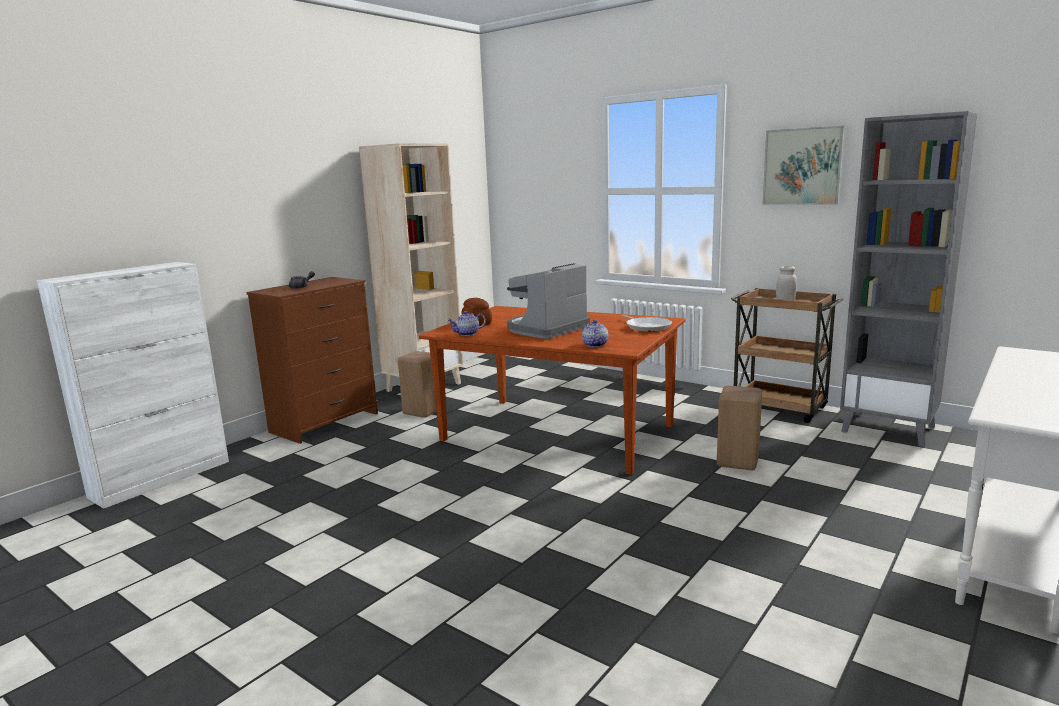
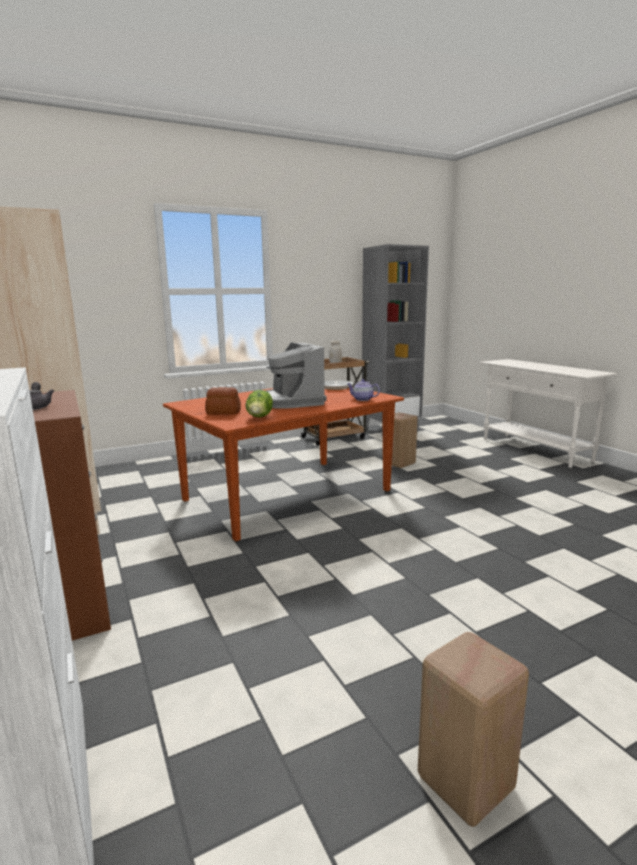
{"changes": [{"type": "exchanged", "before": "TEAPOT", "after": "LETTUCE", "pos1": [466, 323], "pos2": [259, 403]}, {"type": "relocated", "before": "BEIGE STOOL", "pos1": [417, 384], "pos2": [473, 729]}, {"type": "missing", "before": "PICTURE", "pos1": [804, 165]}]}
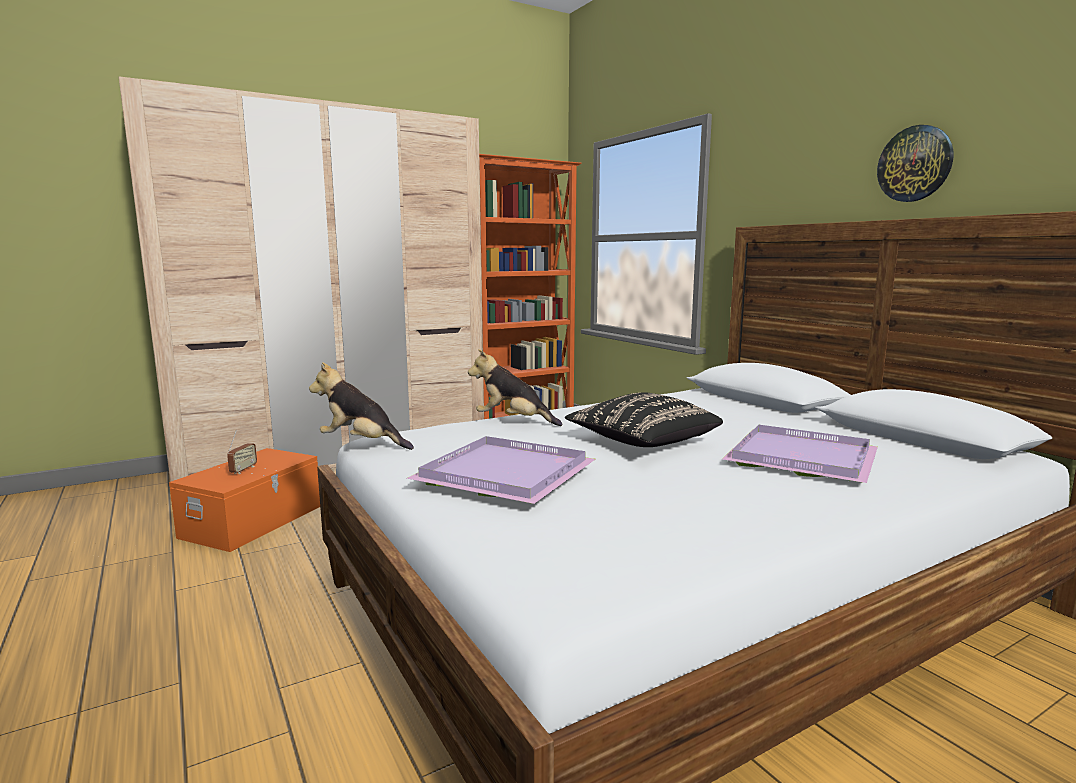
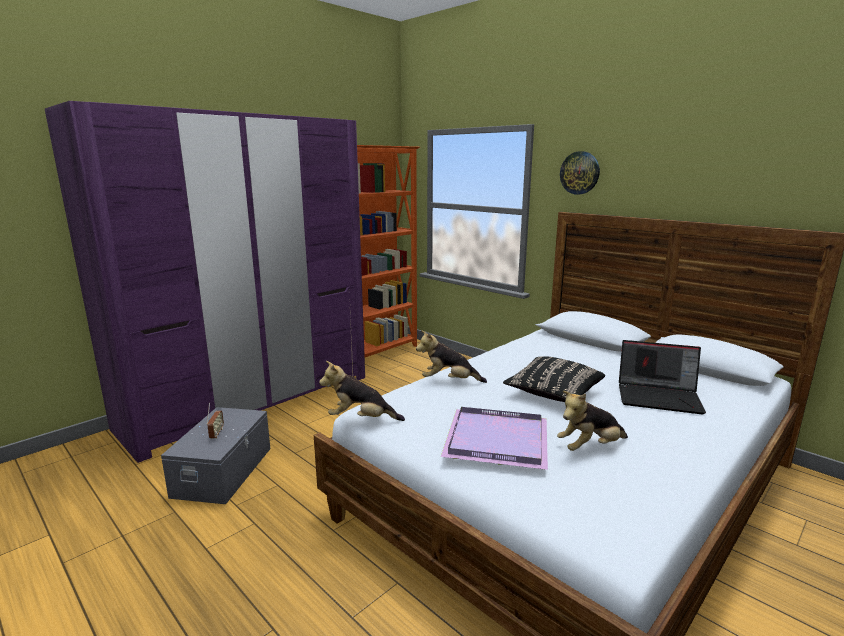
{"changes": [{"type": "colour", "before": "BEIGE WARDROBE", "after": "PURPLE WARDROBE", "pos1": [301, 279], "pos2": [205, 282]}, {"type": "colour", "before": "ORANGE STORAGE BOX", "after": "GREY STORAGE BOX", "pos1": [244, 500], "pos2": [215, 455]}, {"type": "appeared", "after": "PLUSH TOY", "pos2": [592, 421]}, {"type": "relocated", "before": "WALL CLOCK", "pos1": [915, 163], "pos2": [580, 173]}, {"type": "exchanged", "before": "PURPLE TRAY", "after": "LAPTOP", "pos1": [800, 454], "pos2": [662, 377]}]}
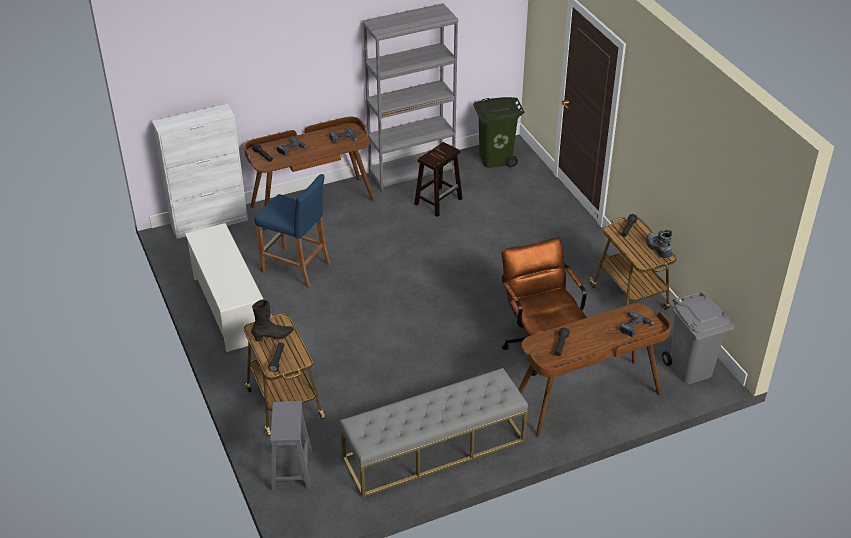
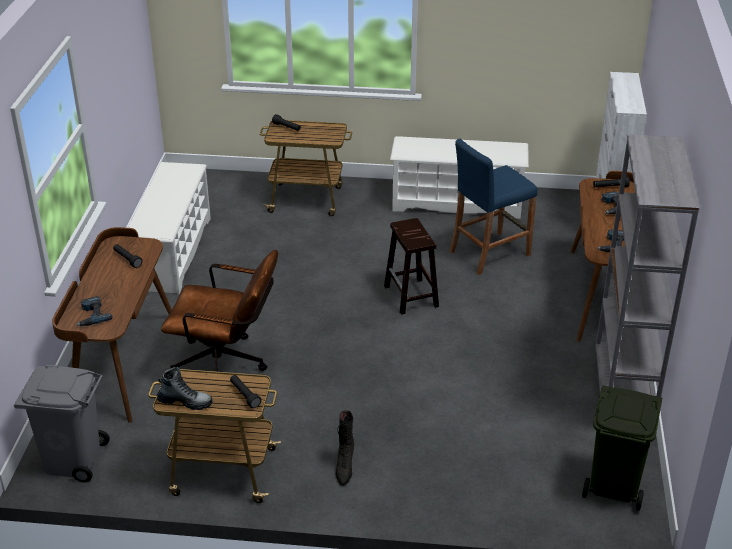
{"changes": [{"type": "exchanged", "before": "GREY BENCH", "after": "WHITE SHOE RACK", "pos1": [434, 433], "pos2": [169, 228]}, {"type": "relocated", "before": "BLACK BOOT", "pos1": [272, 320], "pos2": [345, 448]}, {"type": "relocated", "before": "BROWN STOOL", "pos1": [438, 179], "pos2": [411, 266]}, {"type": "missing", "before": "GREY STOOL", "pos1": [291, 446]}]}
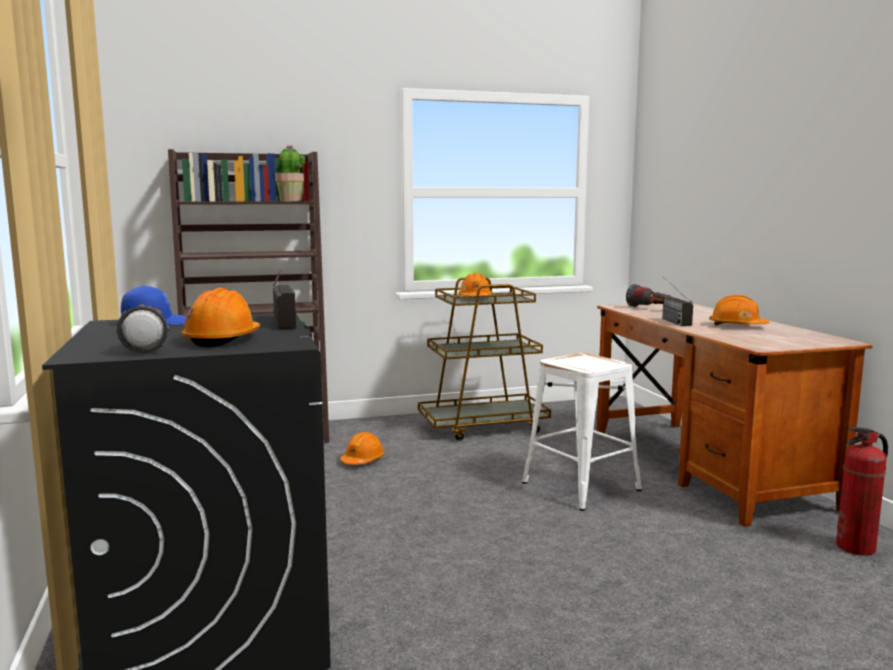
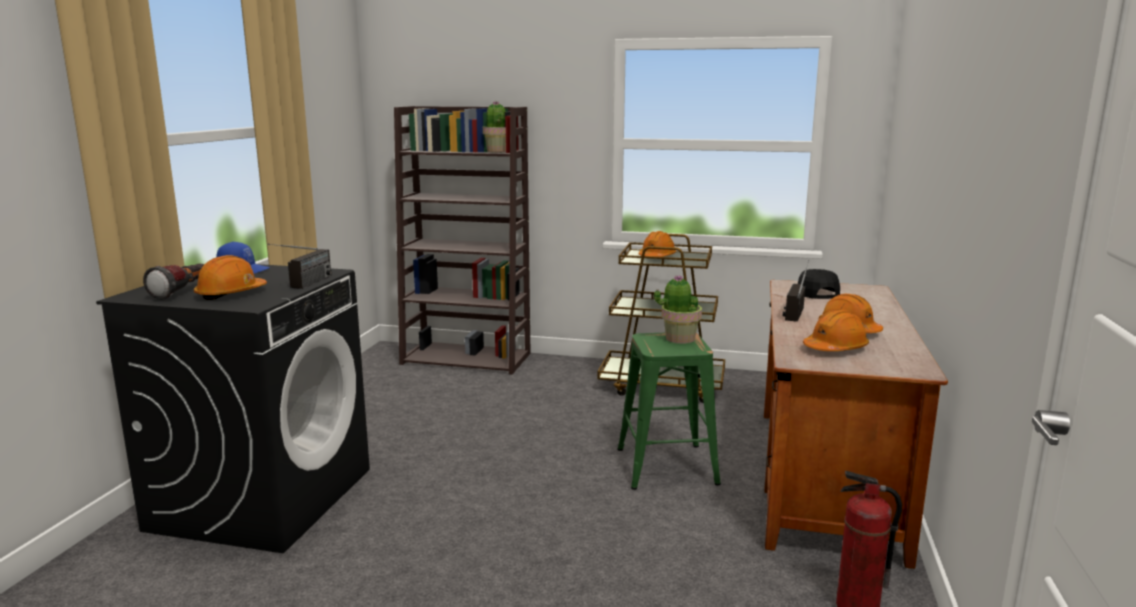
{"changes": [{"type": "colour", "before": "WHITE STOOL", "after": "GREEN STOOL", "pos1": [582, 432], "pos2": [669, 411]}, {"type": "appeared", "after": "POTTED PLANT", "pos2": [678, 309]}, {"type": "exchanged", "before": "FLASHLIGHT", "after": "BLACK CAP", "pos1": [649, 295], "pos2": [818, 284]}, {"type": "relocated", "before": "ORANGE HARD HAT", "pos1": [362, 448], "pos2": [836, 330]}]}
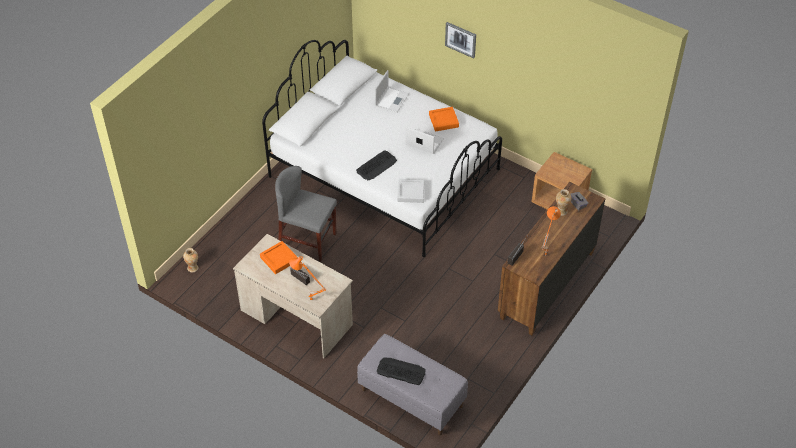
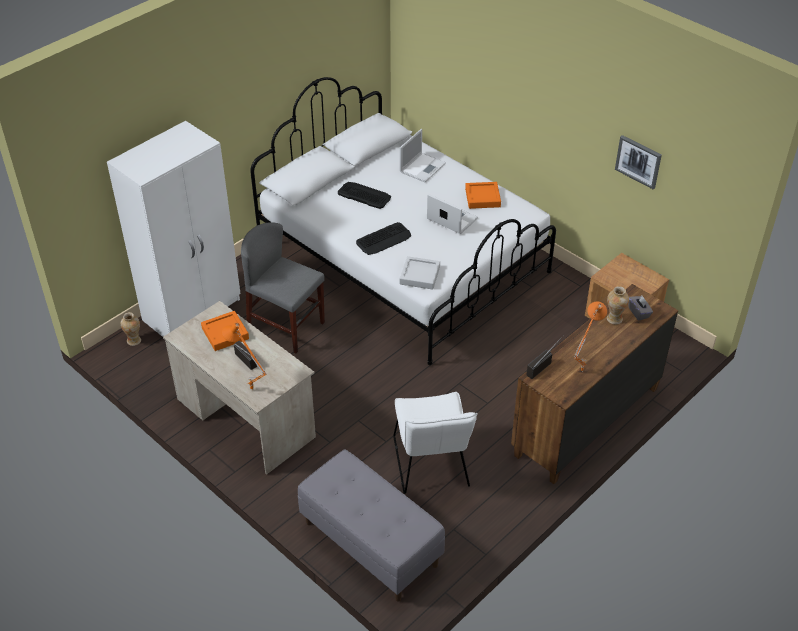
{"changes": [{"type": "appeared", "after": "WHITE WARDROBE", "pos2": [174, 229]}, {"type": "relocated", "before": "KEYBOARD", "pos1": [401, 371], "pos2": [364, 195]}, {"type": "appeared", "after": "WHITE CHAIR", "pos2": [435, 443]}, {"type": "relocated", "before": "PICTURE", "pos1": [460, 40], "pos2": [638, 162]}]}
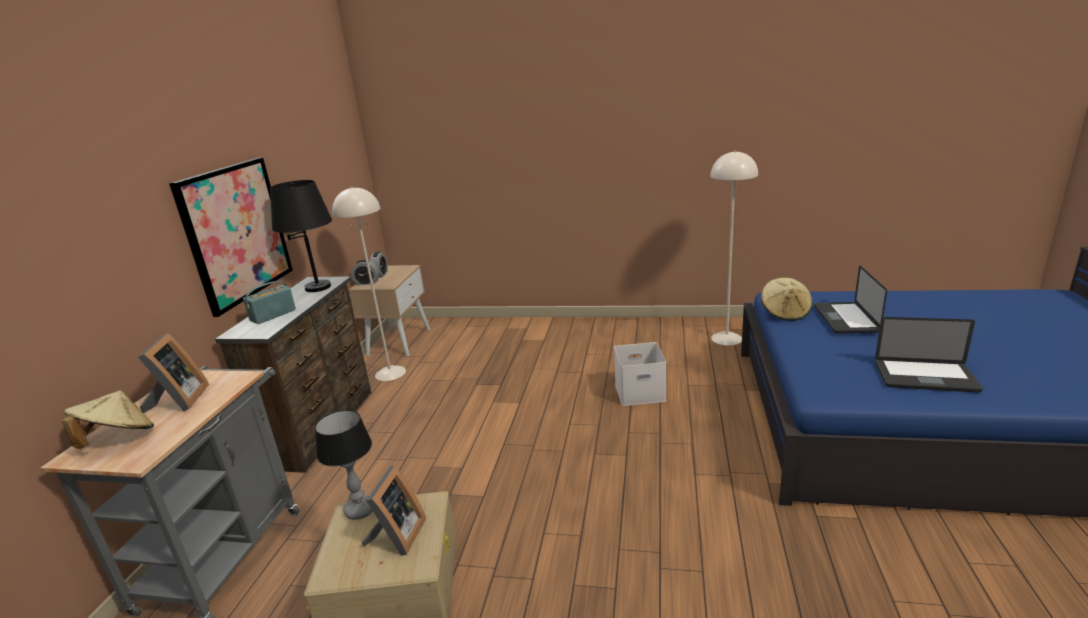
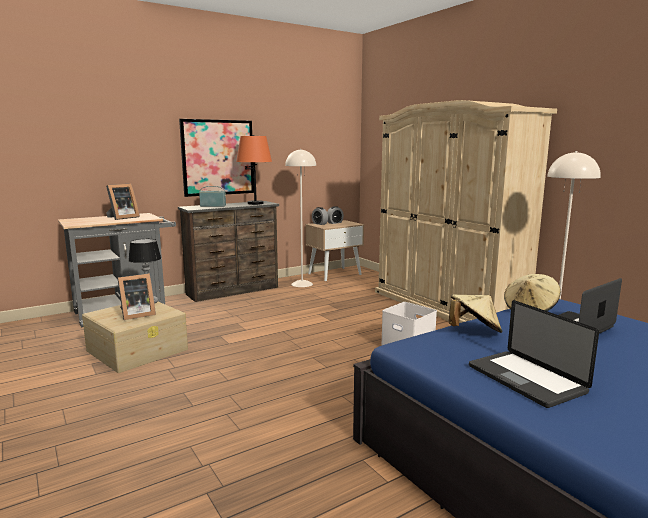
{"changes": [{"type": "colour", "before": "BLACK TABLE LAMP", "after": "ORANGE TABLE LAMP", "pos1": [301, 236], "pos2": [254, 170]}, {"type": "appeared", "after": "BEIGE WARDROBE", "pos2": [466, 211]}, {"type": "relocated", "before": "BEIGE HAT", "pos1": [108, 419], "pos2": [476, 314]}]}
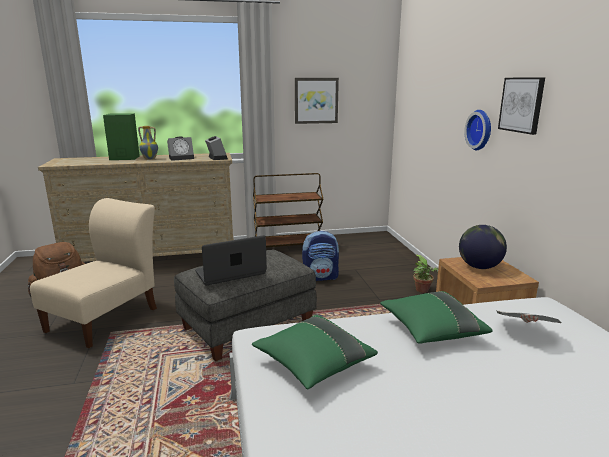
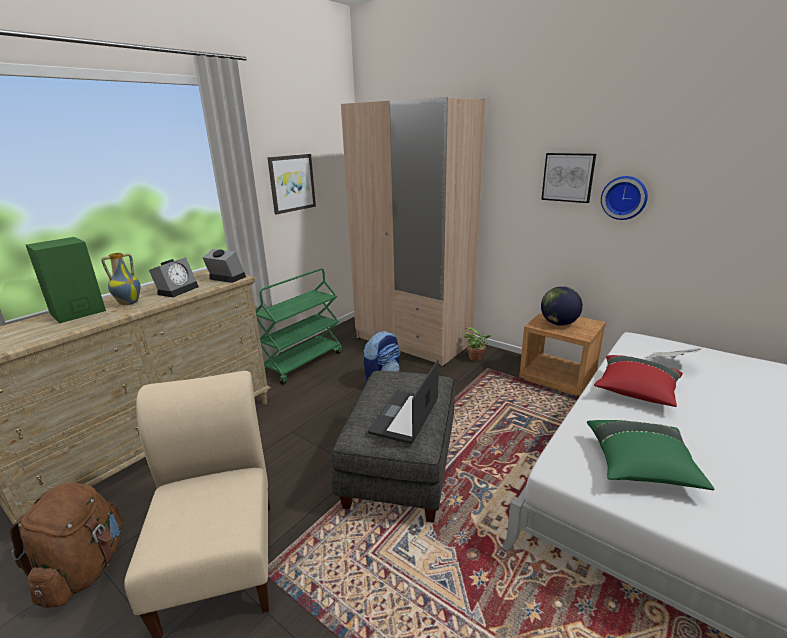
{"changes": [{"type": "colour", "before": "BROWN CART", "after": "GREEN CART", "pos1": [288, 210], "pos2": [299, 326]}, {"type": "appeared", "after": "BEIGE WARDROBE", "pos2": [413, 232]}, {"type": "colour", "before": "GREEN PILLOW", "after": "RED PILLOW", "pos1": [436, 317], "pos2": [638, 381]}, {"type": "relocated", "before": "WALL CLOCK", "pos1": [477, 130], "pos2": [624, 198]}]}
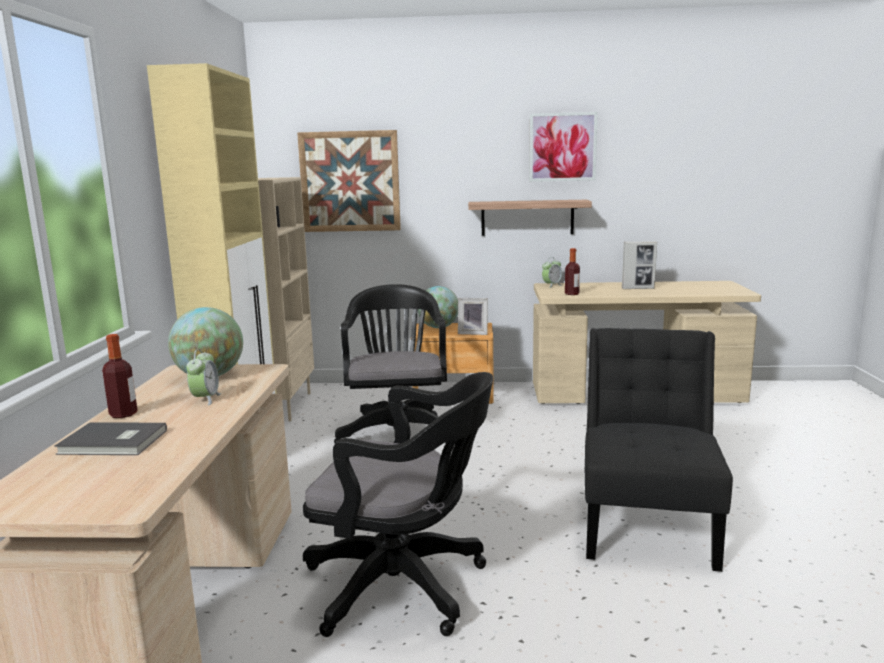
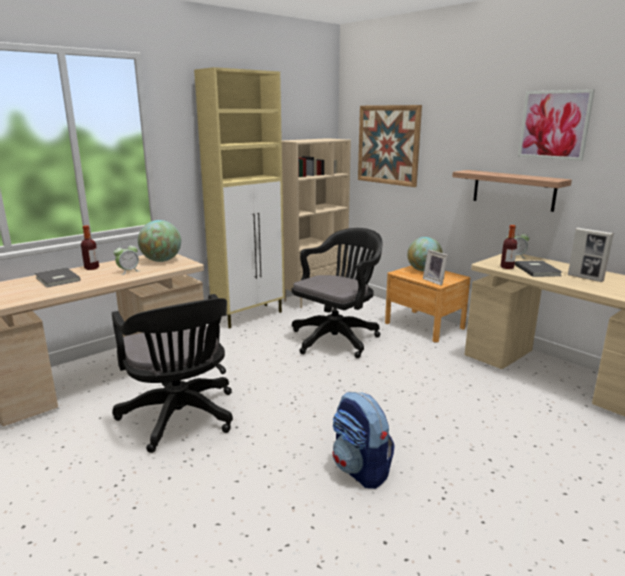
{"changes": [{"type": "exchanged", "before": "BLACK CHAIR", "after": "BACKPACK", "pos1": [659, 450], "pos2": [364, 440]}, {"type": "appeared", "after": "GREY BOOK", "pos2": [538, 269]}]}
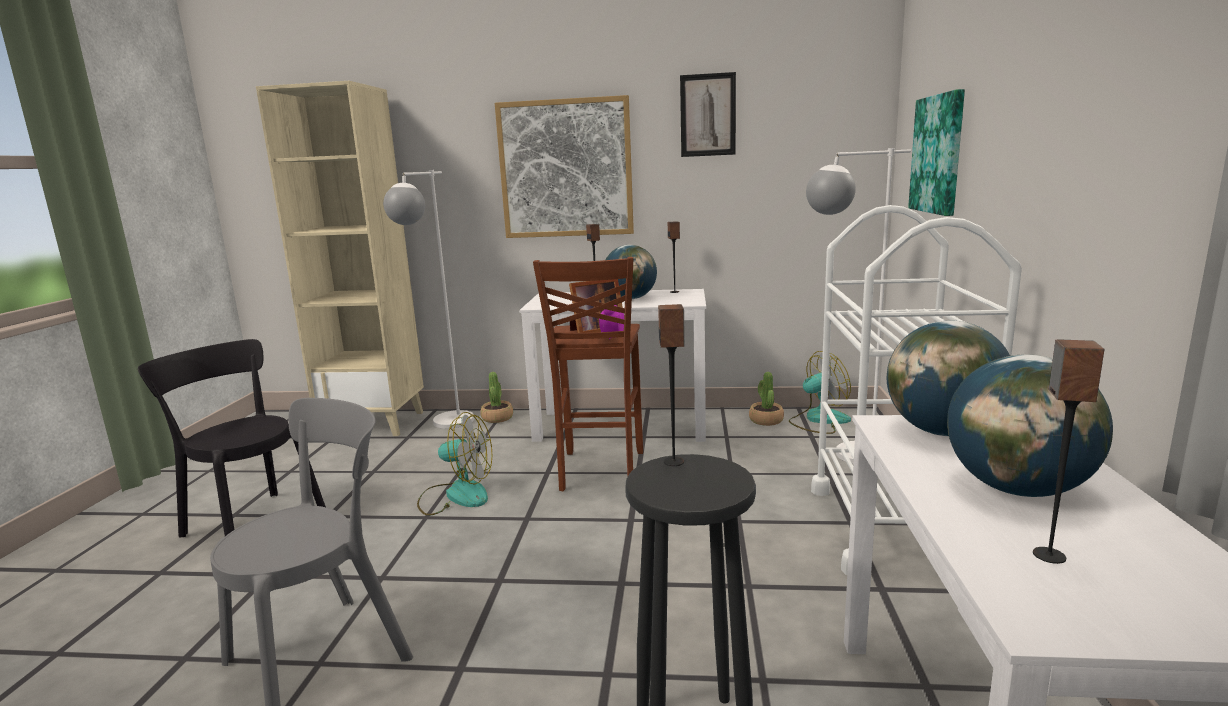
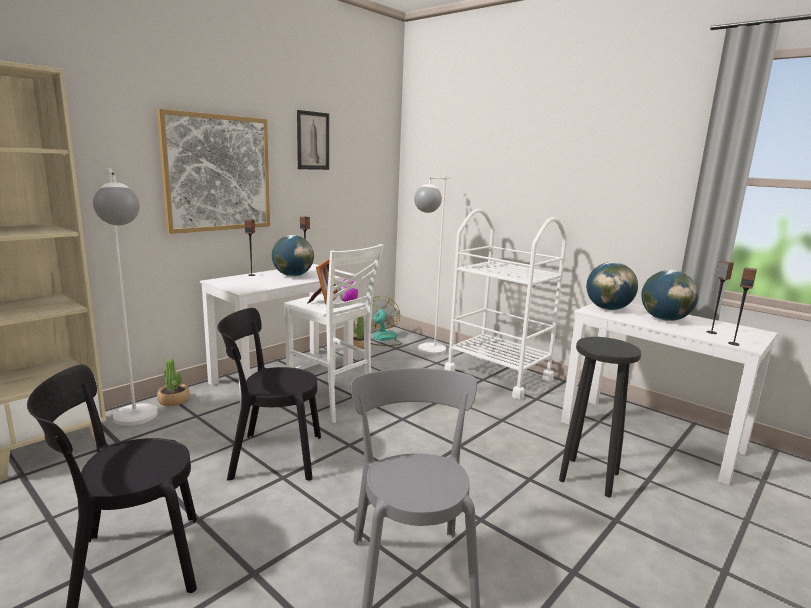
{"changes": [{"type": "exchanged", "before": "FAN", "after": "BLACK CHAIR", "pos1": [454, 464], "pos2": [269, 394]}, {"type": "colour", "before": "BROWN STOOL", "after": "WHITE STOOL", "pos1": [588, 374], "pos2": [334, 333]}, {"type": "relocated", "before": "SPEAKER", "pos1": [671, 385], "pos2": [742, 307]}, {"type": "missing", "before": "PICTURE", "pos1": [936, 152]}]}
